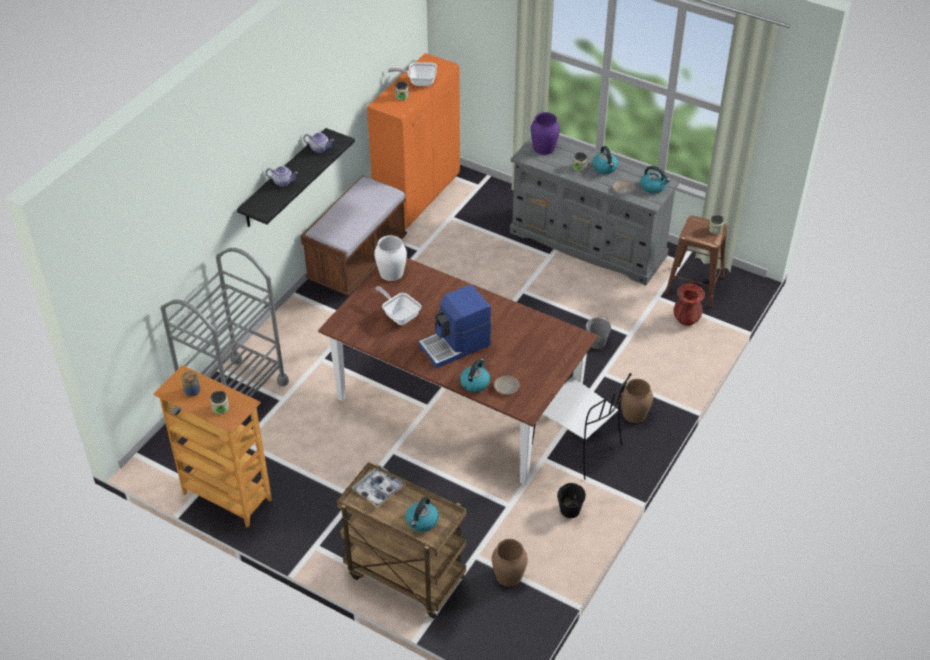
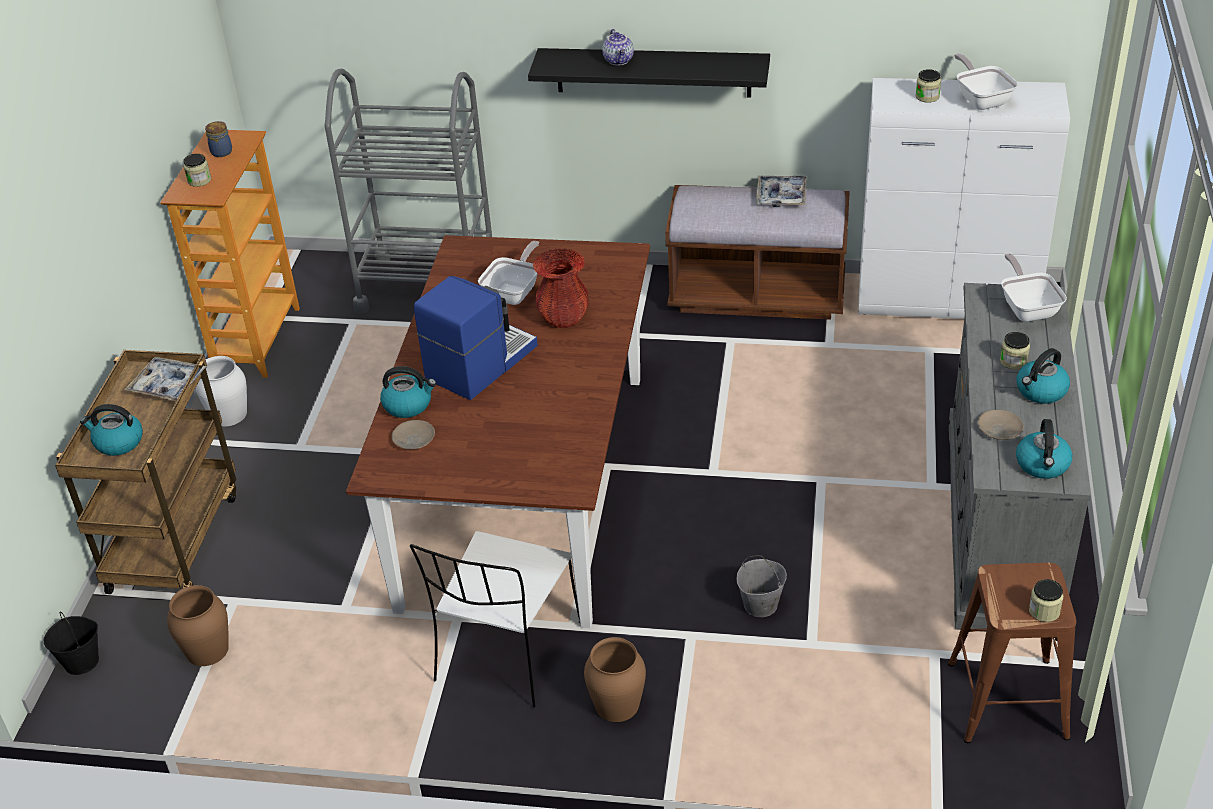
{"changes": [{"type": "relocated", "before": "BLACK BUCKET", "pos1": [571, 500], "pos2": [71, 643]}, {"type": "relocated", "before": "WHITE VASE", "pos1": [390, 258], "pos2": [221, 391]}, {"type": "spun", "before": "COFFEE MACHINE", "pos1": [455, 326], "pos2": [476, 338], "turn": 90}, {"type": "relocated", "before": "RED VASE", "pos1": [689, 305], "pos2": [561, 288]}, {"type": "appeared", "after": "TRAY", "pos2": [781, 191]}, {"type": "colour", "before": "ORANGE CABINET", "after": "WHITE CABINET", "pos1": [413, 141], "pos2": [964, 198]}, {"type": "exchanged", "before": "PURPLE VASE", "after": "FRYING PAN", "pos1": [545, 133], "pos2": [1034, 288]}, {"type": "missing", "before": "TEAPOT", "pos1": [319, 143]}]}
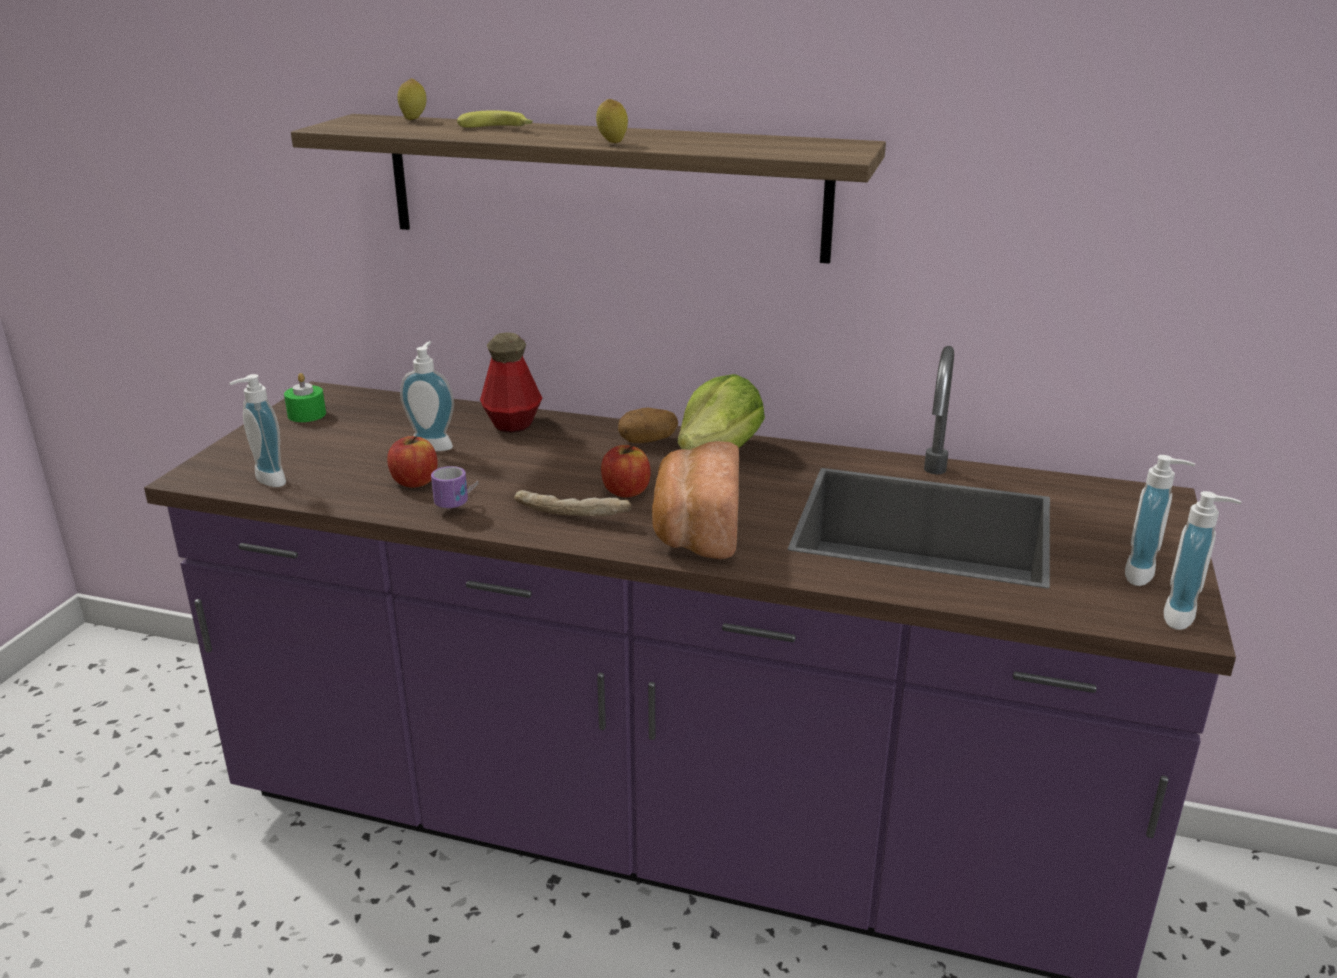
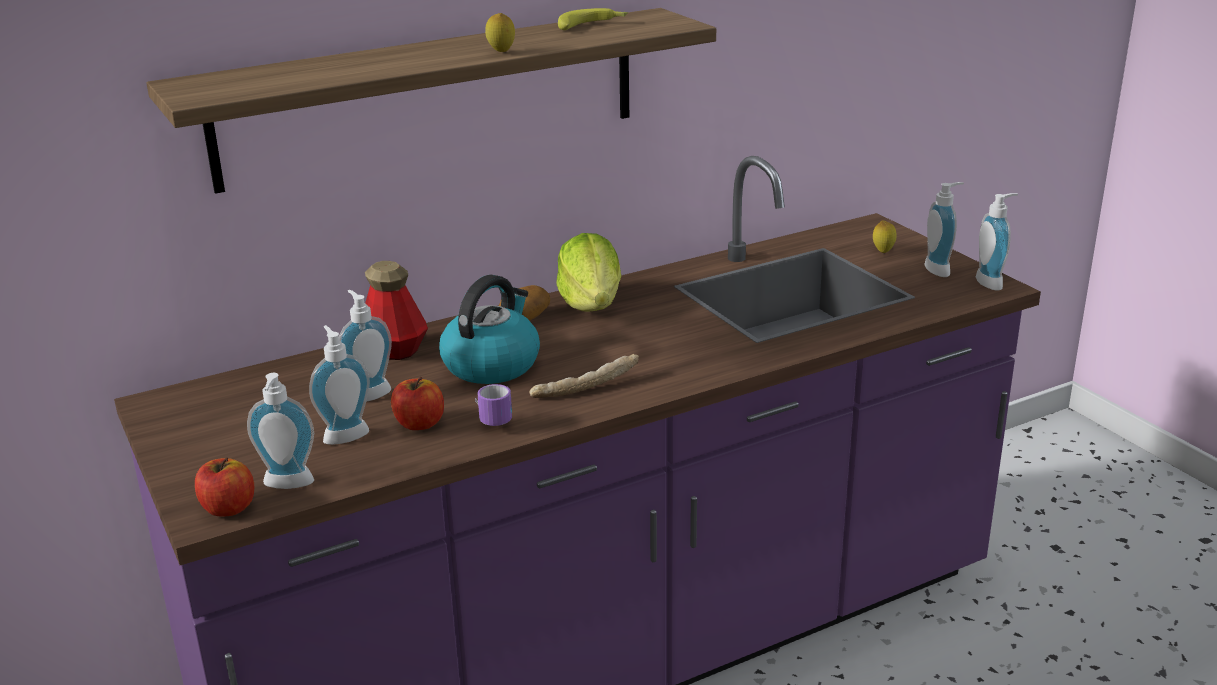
{"changes": [{"type": "relocated", "before": "APPLE", "pos1": [626, 471], "pos2": [224, 487]}, {"type": "appeared", "after": "SOAP DISPENSER", "pos2": [339, 385]}, {"type": "appeared", "after": "KETTLE", "pos2": [489, 329]}, {"type": "relocated", "before": "BANANA", "pos1": [495, 119], "pos2": [593, 19]}, {"type": "relocated", "before": "LEMON", "pos1": [411, 99], "pos2": [885, 236]}, {"type": "missing", "before": "GREEN CANDLE", "pos1": [305, 397]}, {"type": "missing", "before": "BREAD", "pos1": [695, 500]}]}
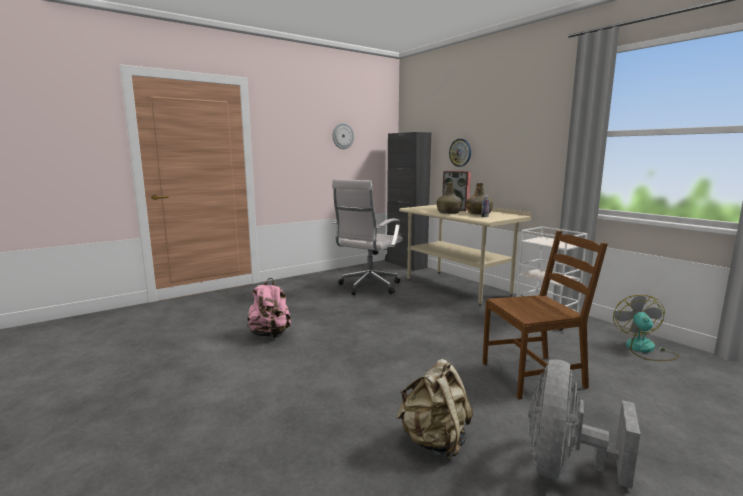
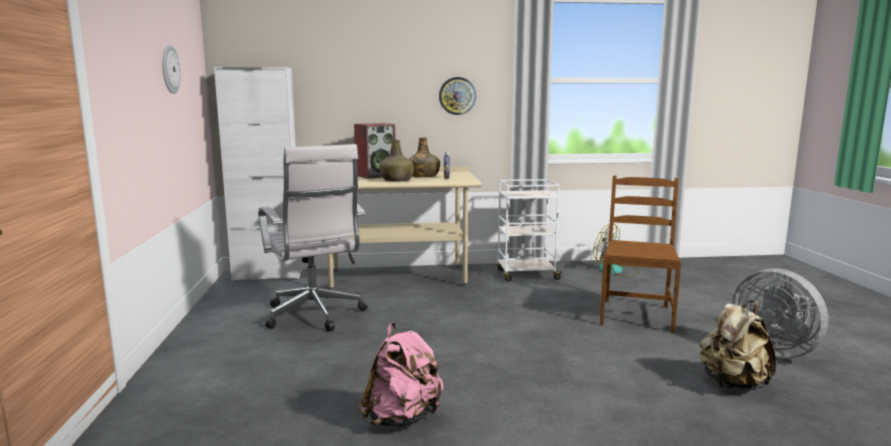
{"changes": [{"type": "colour", "before": "BLACK CABINET", "after": "WHITE CABINET", "pos1": [409, 201], "pos2": [258, 174]}, {"type": "relocated", "before": "WALL CLOCK", "pos1": [460, 153], "pos2": [457, 96]}]}
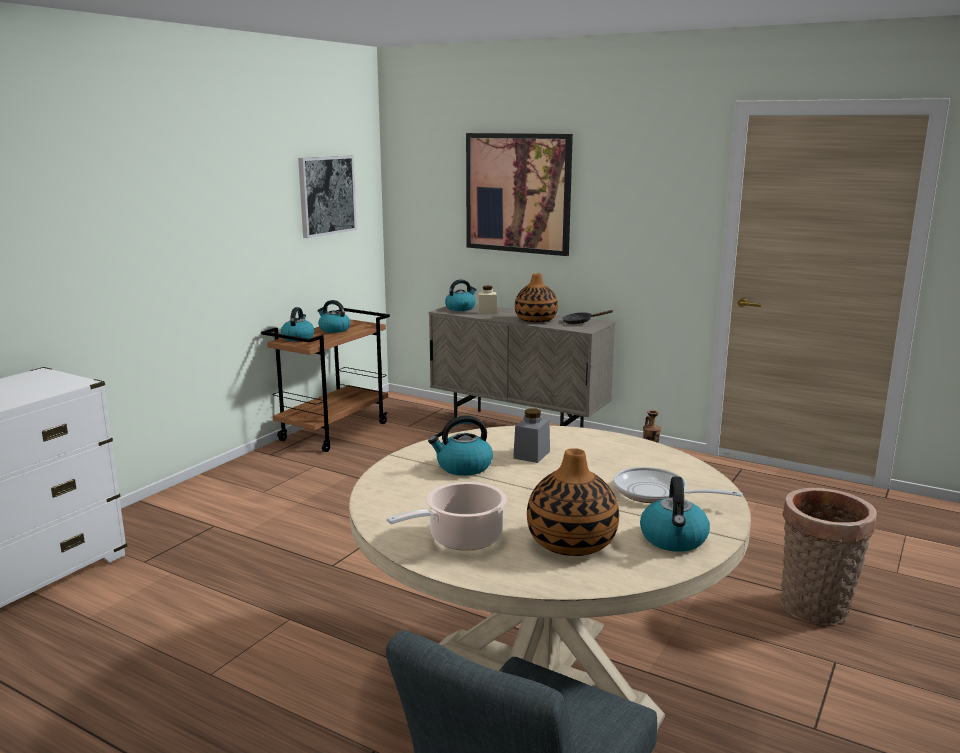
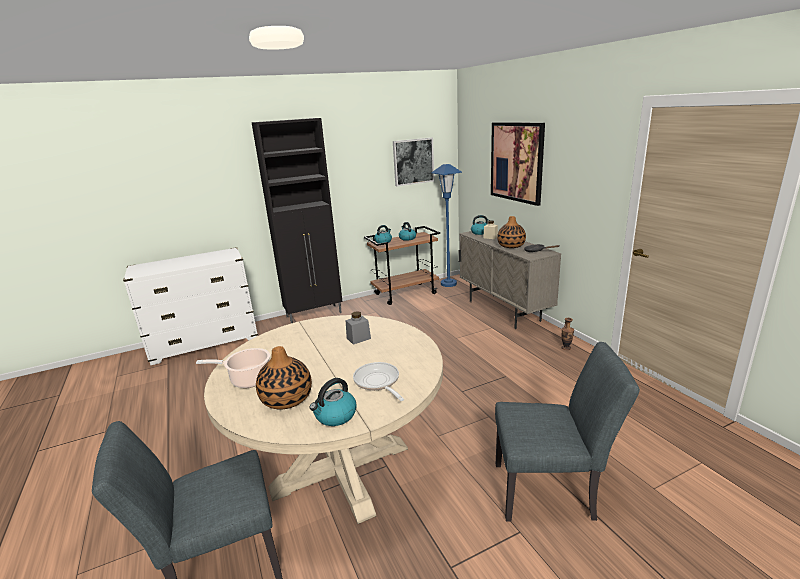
{"changes": [{"type": "appeared", "after": "BLACK CABINET", "pos2": [297, 220]}, {"type": "appeared", "after": "BLUE FLOOR LAMP", "pos2": [446, 225]}, {"type": "exchanged", "before": "BASKET", "after": "GREY CHAIR", "pos1": [828, 556], "pos2": [567, 432]}, {"type": "missing", "before": "KETTLE", "pos1": [460, 446]}]}
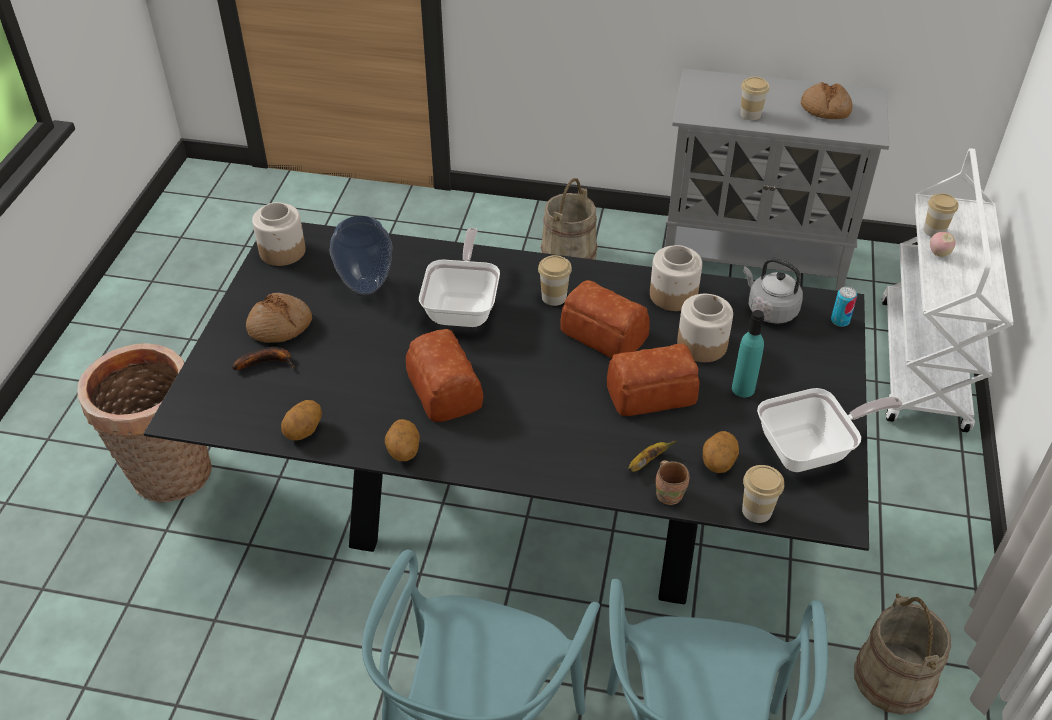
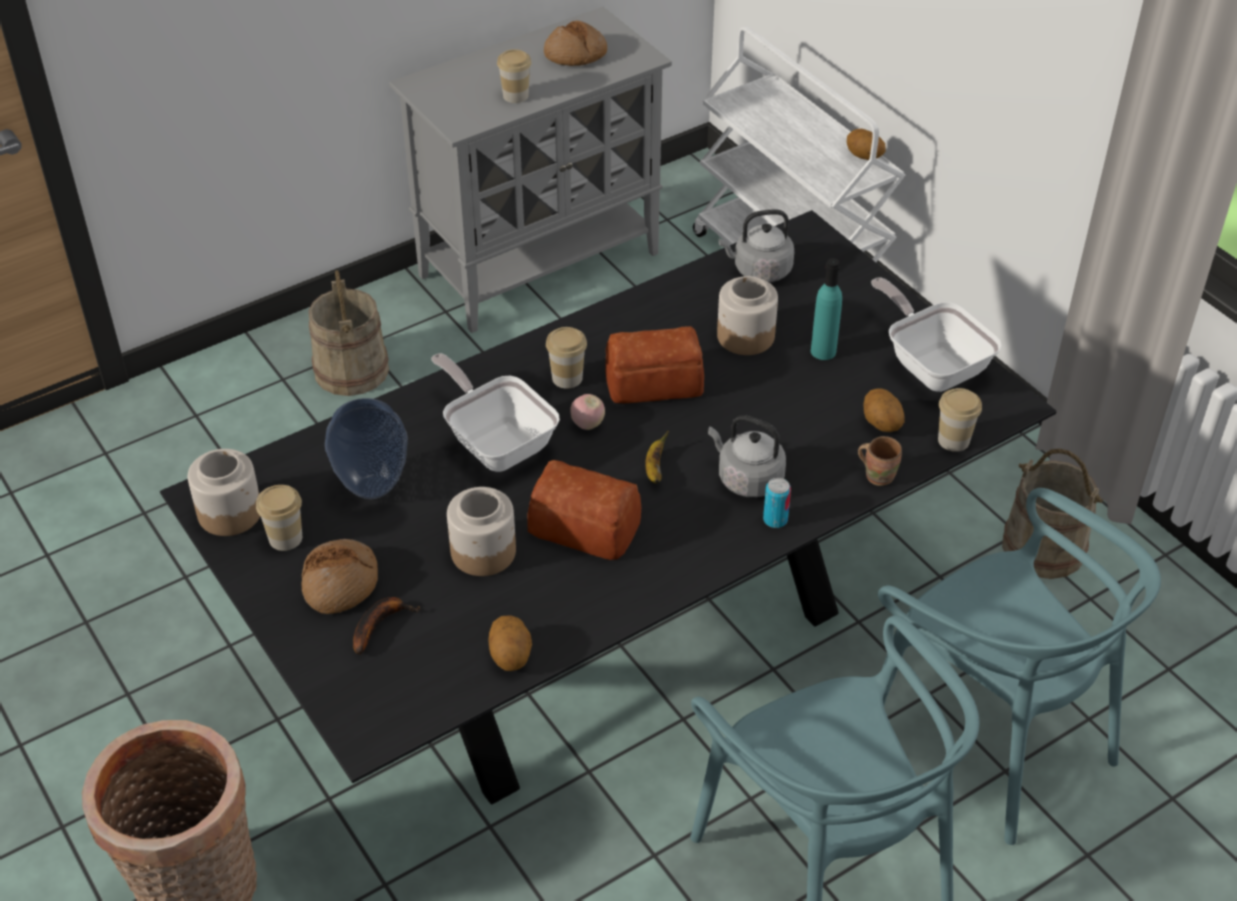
{"changes": [{"type": "relocated", "before": "CUP", "pos1": [941, 215], "pos2": [279, 518]}, {"type": "relocated", "before": "JAR", "pos1": [676, 278], "pos2": [481, 531]}, {"type": "relocated", "before": "APPLE", "pos1": [943, 244], "pos2": [587, 412]}, {"type": "relocated", "before": "BANANA", "pos1": [652, 456], "pos2": [657, 457]}, {"type": "appeared", "after": "GREY KETTLE", "pos2": [747, 456]}, {"type": "relocated", "before": "CAN", "pos1": [844, 307], "pos2": [777, 503]}, {"type": "relocated", "before": "POTATO", "pos1": [402, 440], "pos2": [866, 144]}, {"type": "spun", "before": "FRYING PAN", "pos1": [830, 430], "pos2": [936, 334], "turn": -60}, {"type": "missing", "before": "BREAD", "pos1": [653, 379]}]}
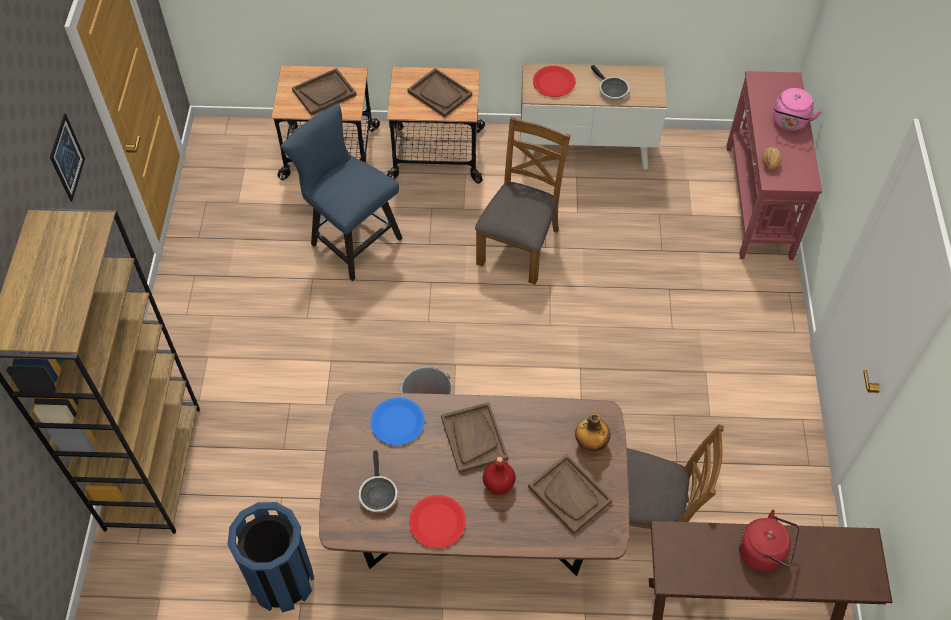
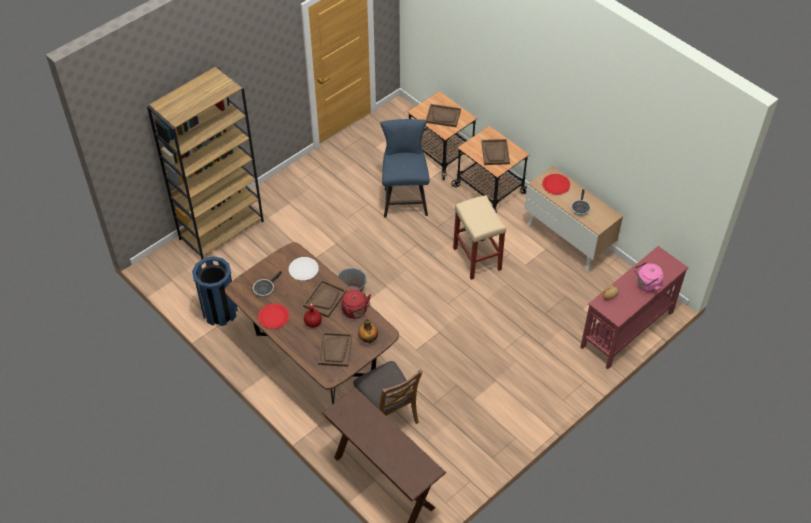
{"changes": [{"type": "colour", "before": "BLUE PLATE", "after": "WHITE PLATE", "pos1": [397, 421], "pos2": [304, 269]}, {"type": "relocated", "before": "RED KETTLE", "pos1": [769, 541], "pos2": [356, 304]}, {"type": "exchanged", "before": "BROWN CHAIR", "after": "BEIGE STOOL", "pos1": [523, 201], "pos2": [479, 237]}, {"type": "missing", "before": "PICTURE", "pos1": [67, 157]}]}
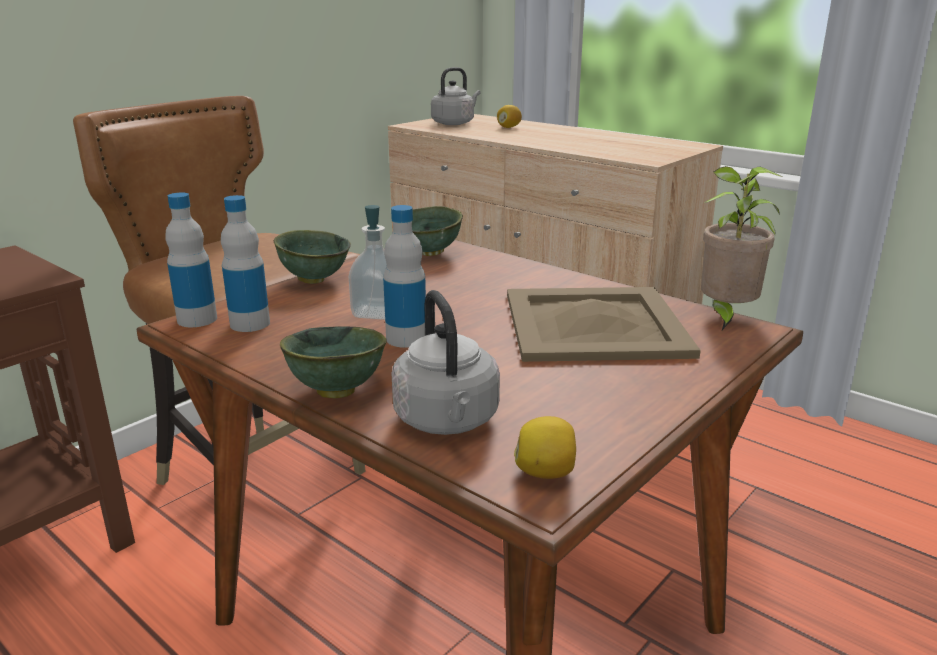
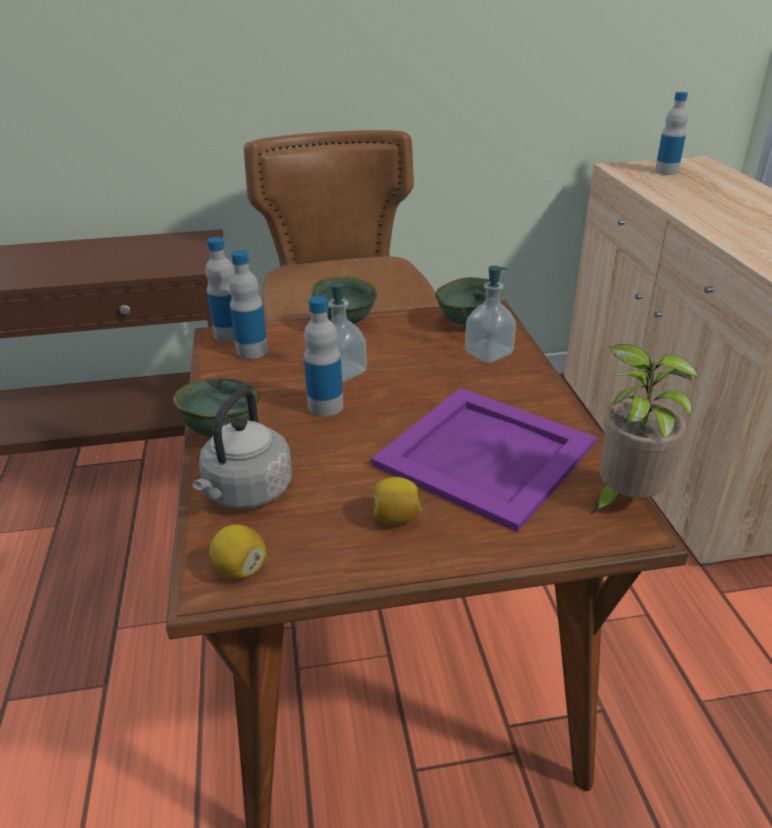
{"changes": [{"type": "colour", "before": "BEIGE TRAY", "after": "PURPLE TRAY", "pos1": [604, 324], "pos2": [484, 460]}, {"type": "relocated", "before": "LEMON", "pos1": [509, 116], "pos2": [398, 500]}, {"type": "appeared", "after": "SOAP DISPENSER", "pos2": [490, 314]}, {"type": "exchanged", "before": "GREY KETTLE", "after": "BOTTLE", "pos1": [455, 96], "pos2": [671, 133]}]}
